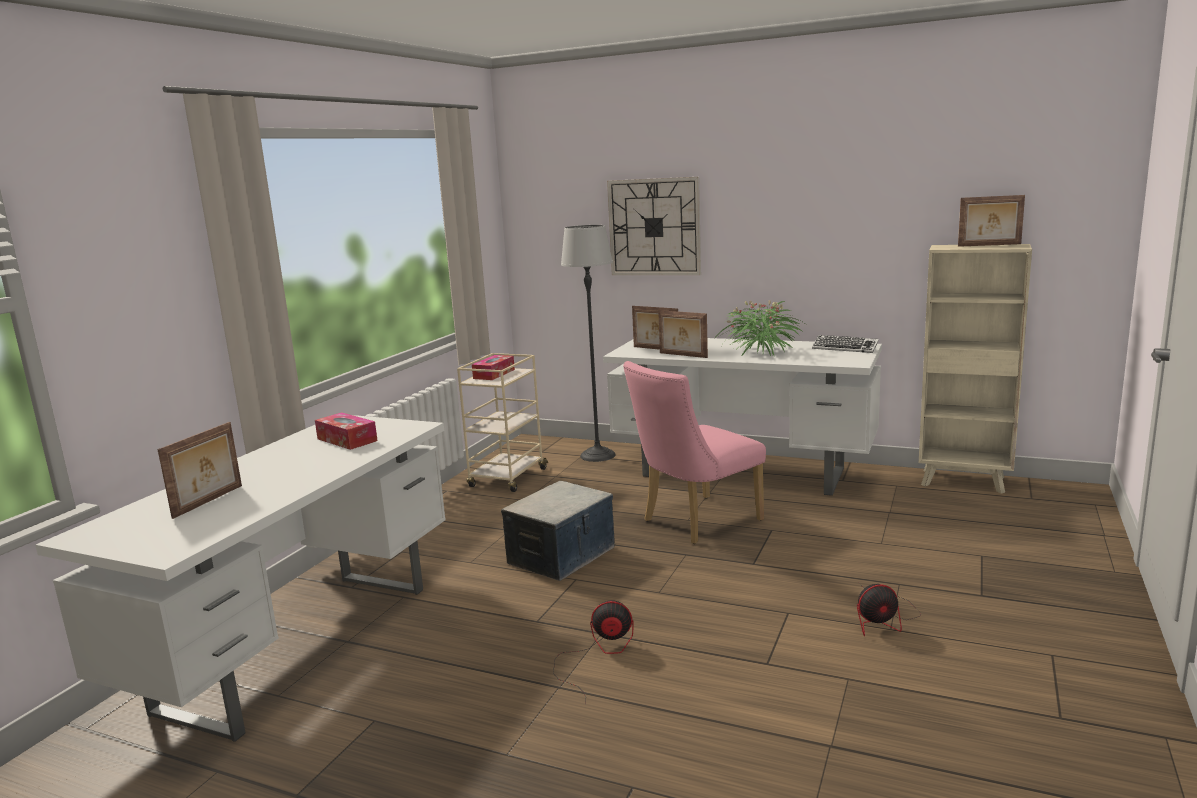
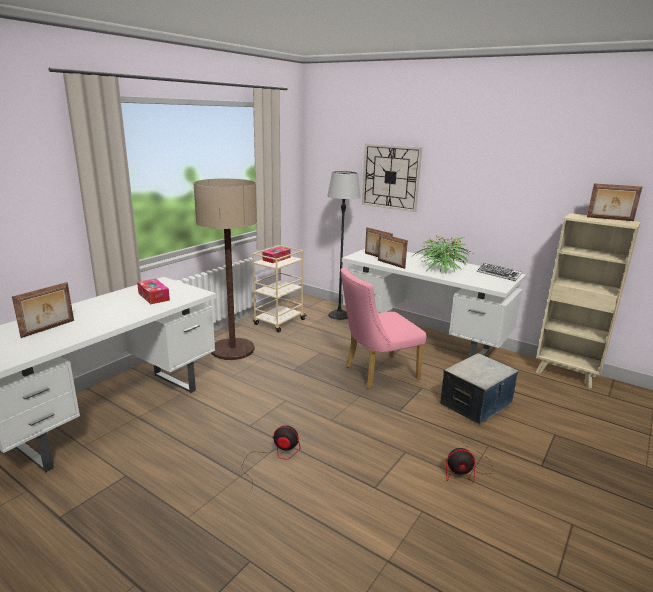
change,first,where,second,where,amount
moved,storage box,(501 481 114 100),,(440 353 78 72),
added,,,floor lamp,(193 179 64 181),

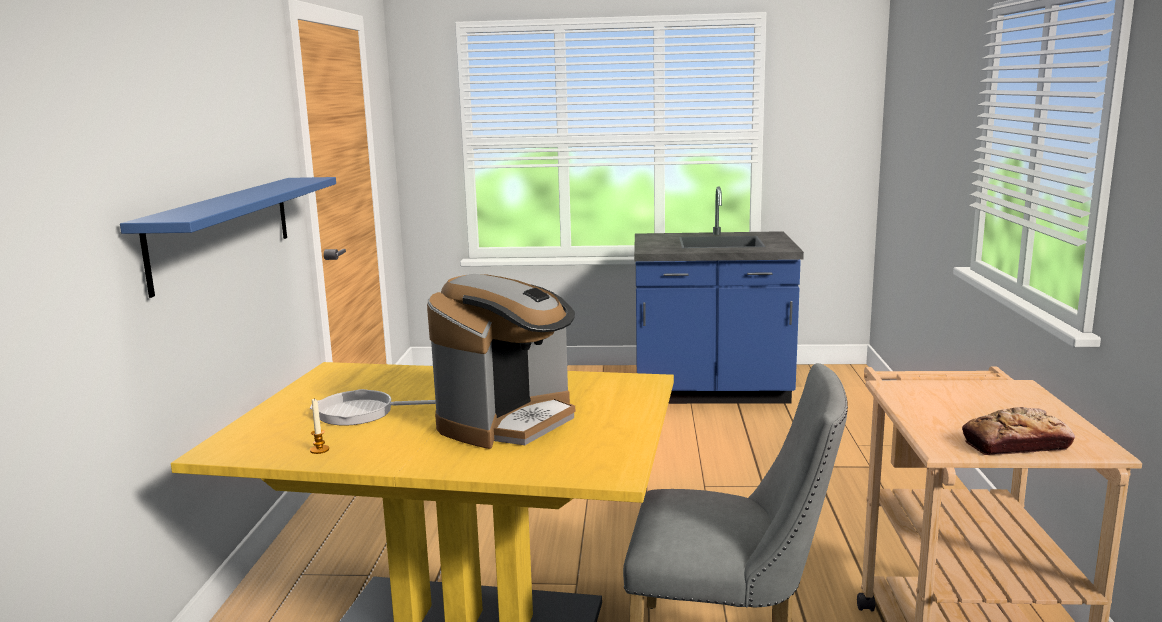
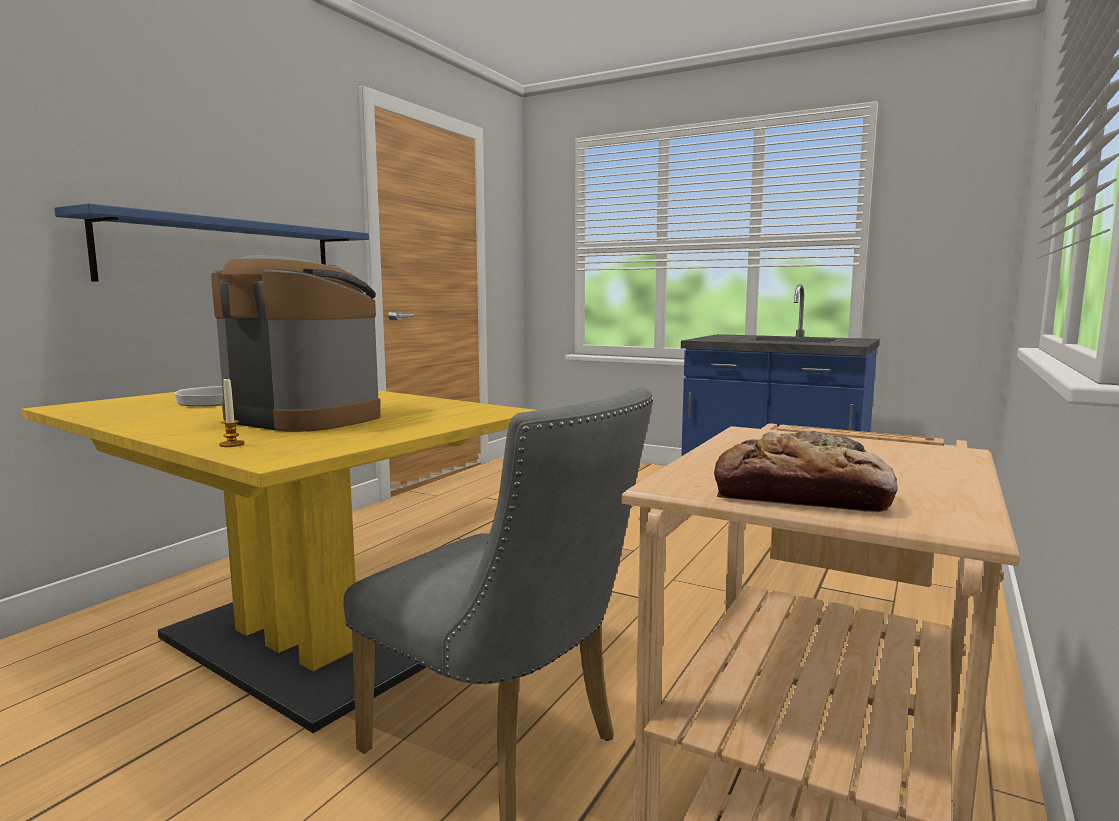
change,first,where,second,where,amount
moved,candle,(310 399 19 55),,(219 379 26 68),
turned,coffee machine,(427 274 148 175),,(211 255 170 177),120 degrees counterclockwise

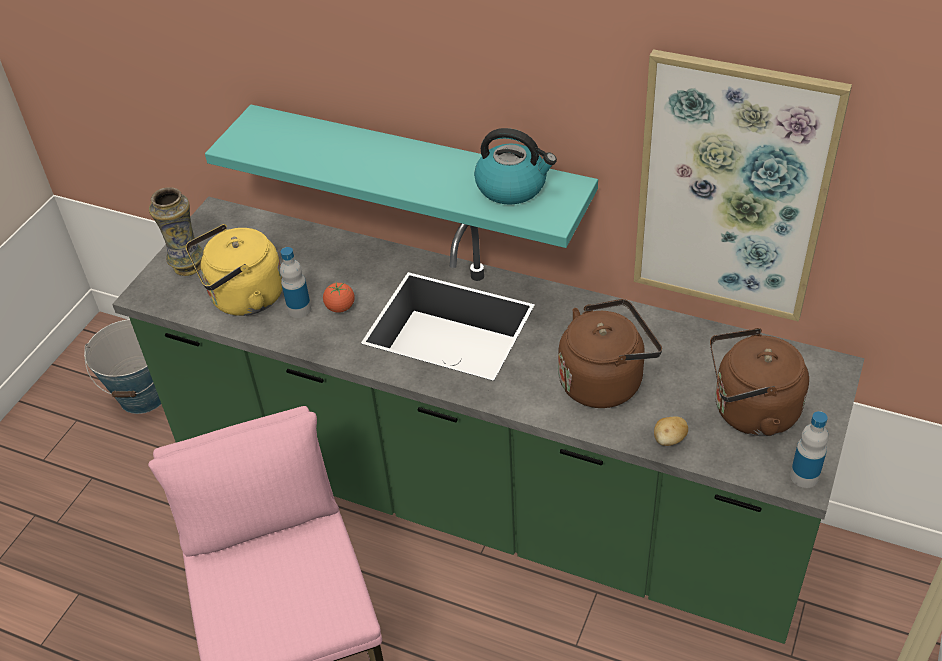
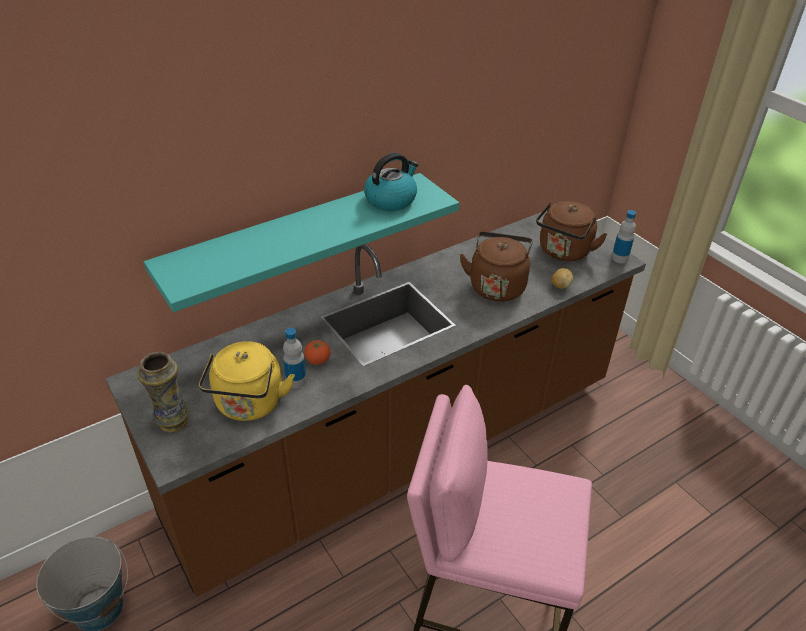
change,first,where,second,where,amount
recoloured,counter in green,(112 197 753 447),counter in brown,(105 211 541 386),
removed,picture,(634 49 218 272),,,

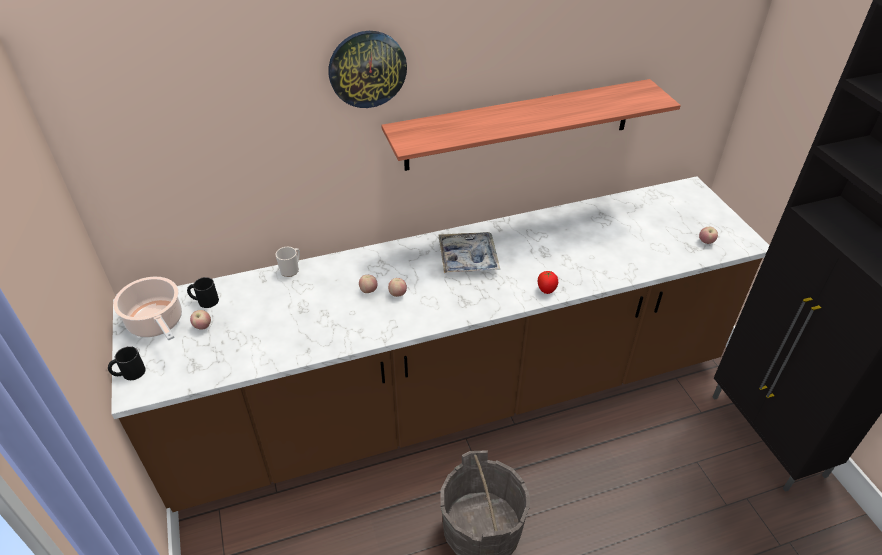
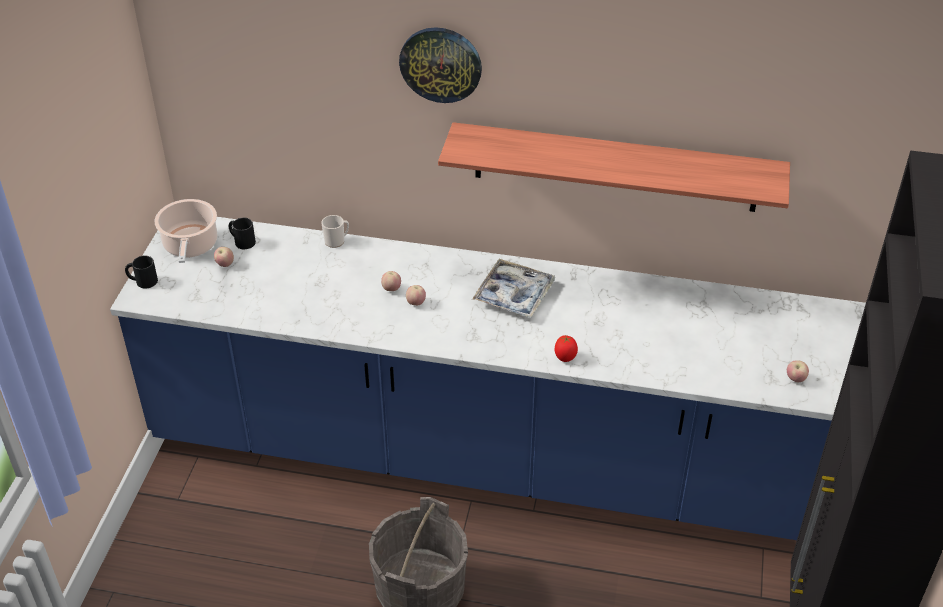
change,first,where,second,where,amount
recoloured,counter in brown,(111 176 659 336),counter in blue,(110 217 756 323),

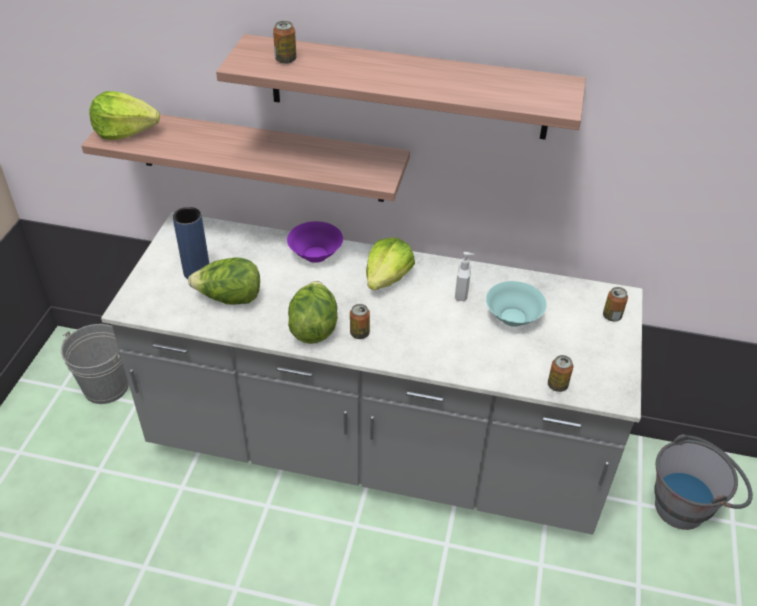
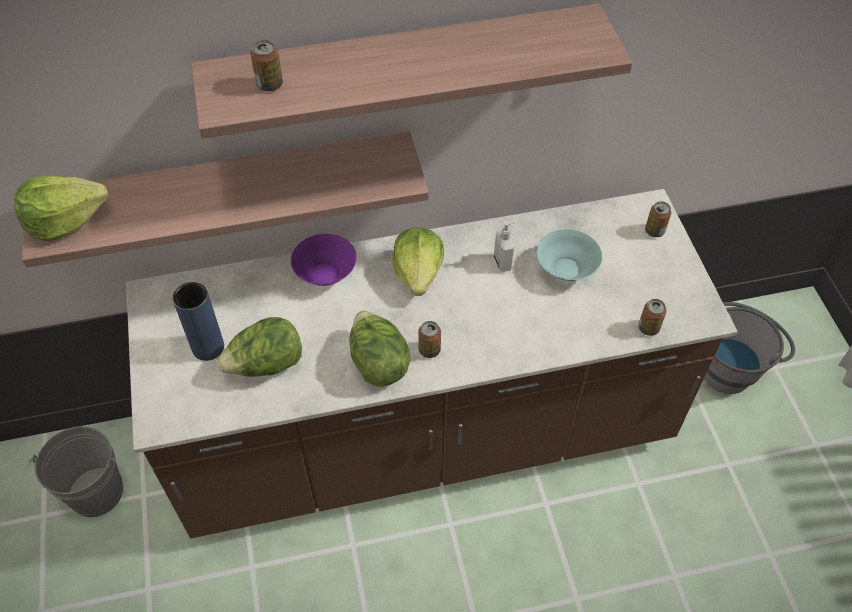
change,first,where,second,where,amount
recoloured,counter in grey,(101 212 542 323),counter in brown,(126 189 612 349),

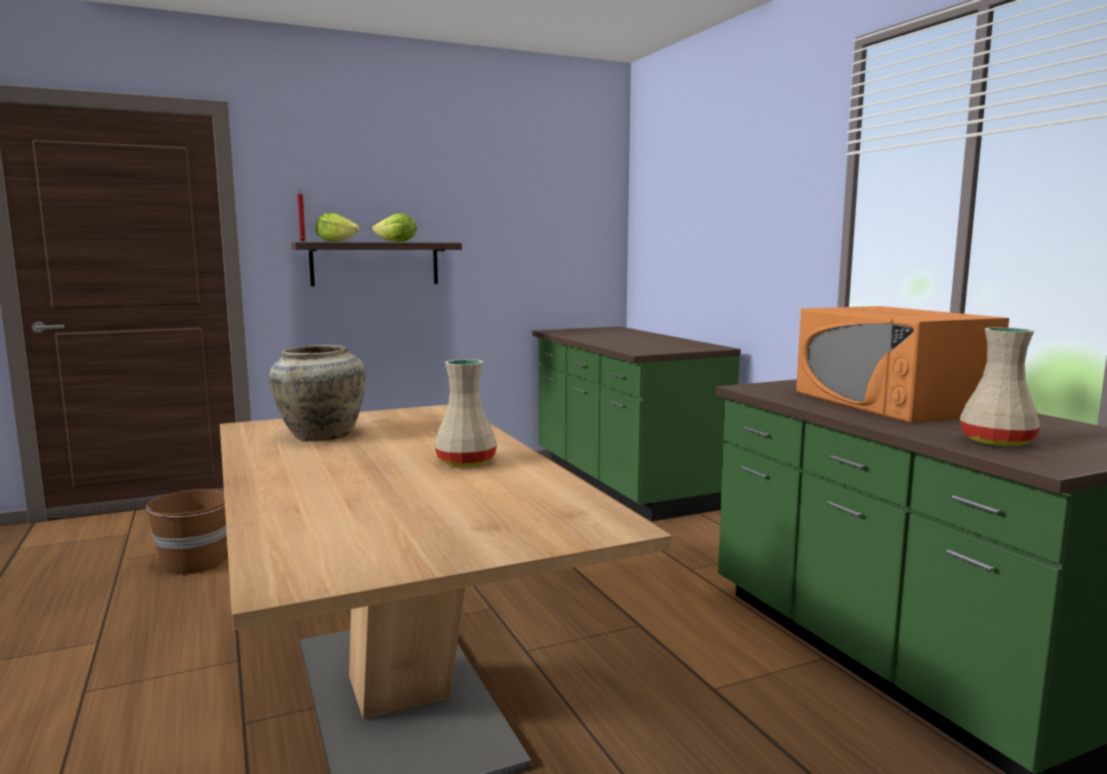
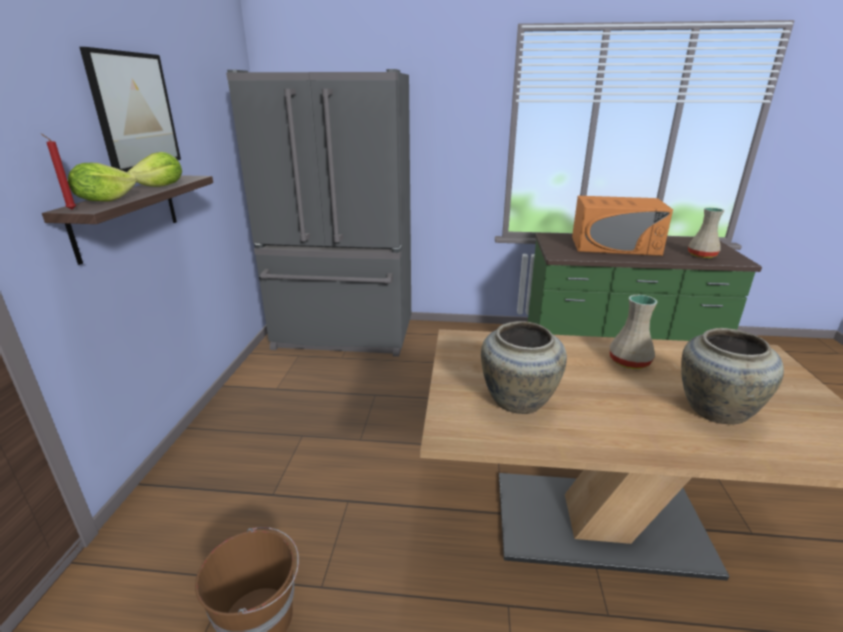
change,first,where,second,where,amount
replaced,counter in green,(532 326 209 195),fridge in grey,(226 69 185 288),
added,,,picture,(79 47 102 125),
added,,,vase in beige,(681 328 103 97),

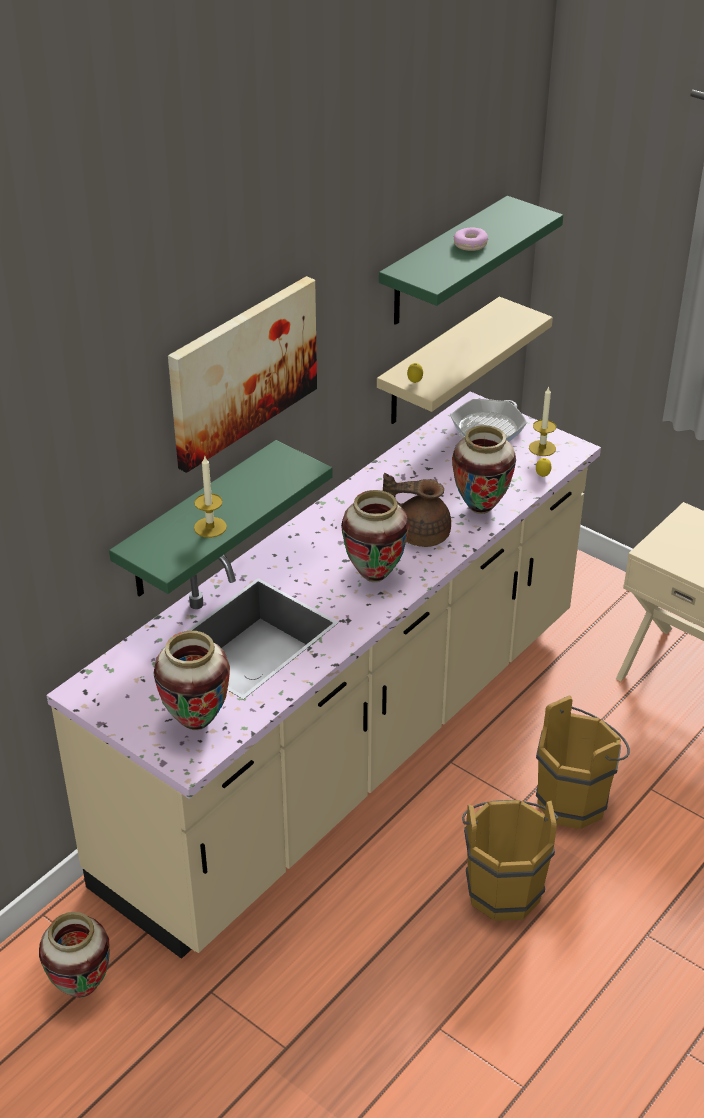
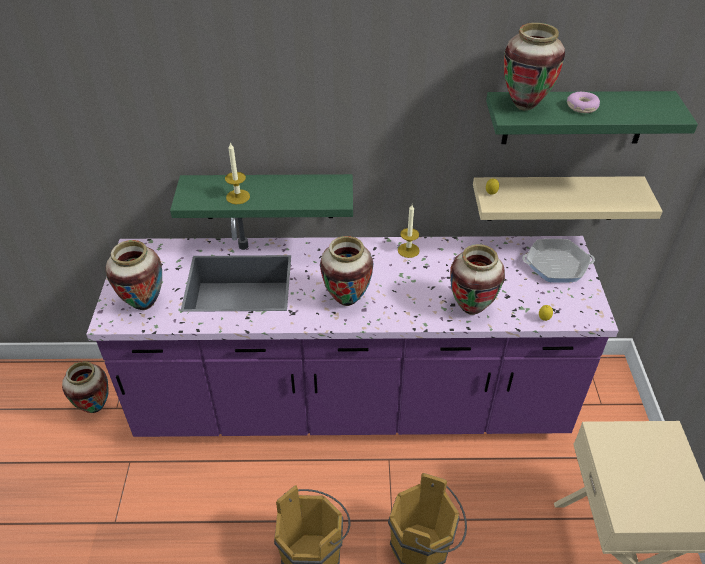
change,first,where,second,where,amount
recoloured,counter in beige,(47 391 554 568),counter in purple,(86 218 533 219),
removed,picture,(168 276 149 197),,,
removed,teapot in brown,(383 473 68 74),,,
moved,candle,(529 386 27 70),,(398 205 22 53),
added,,,vase,(504 23 61 88),

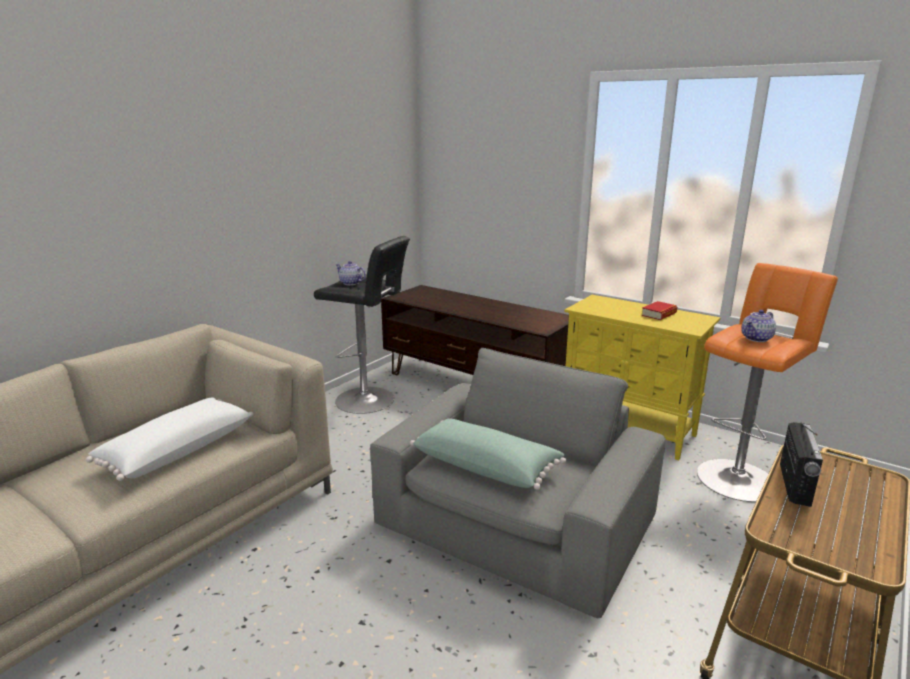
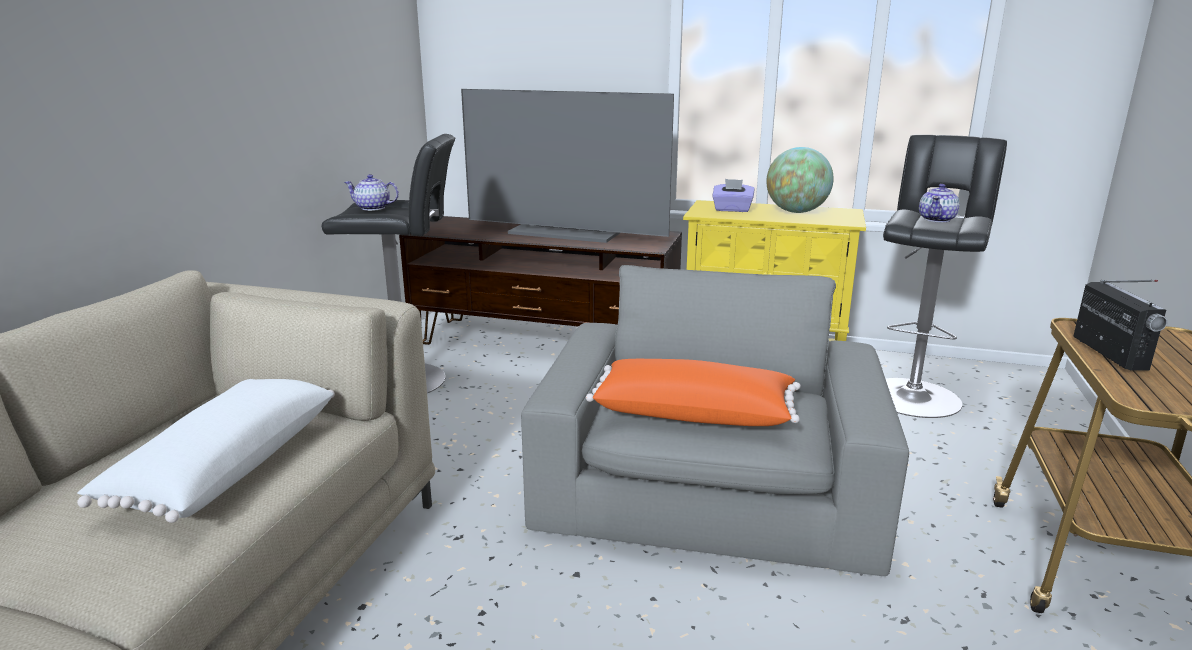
change,first,where,second,where,amount
recoloured,pillow in green,(410 418 156 72),pillow in orange,(586 359 215 67),
replaced,book,(641 301 36 19),globe,(766 147 68 66),
recoloured,stool in orange,(697 263 141 239),stool in black,(883 135 124 283),
added,,,television,(461 89 213 154),
added,,,tissue box in purple,(713 179 42 33),

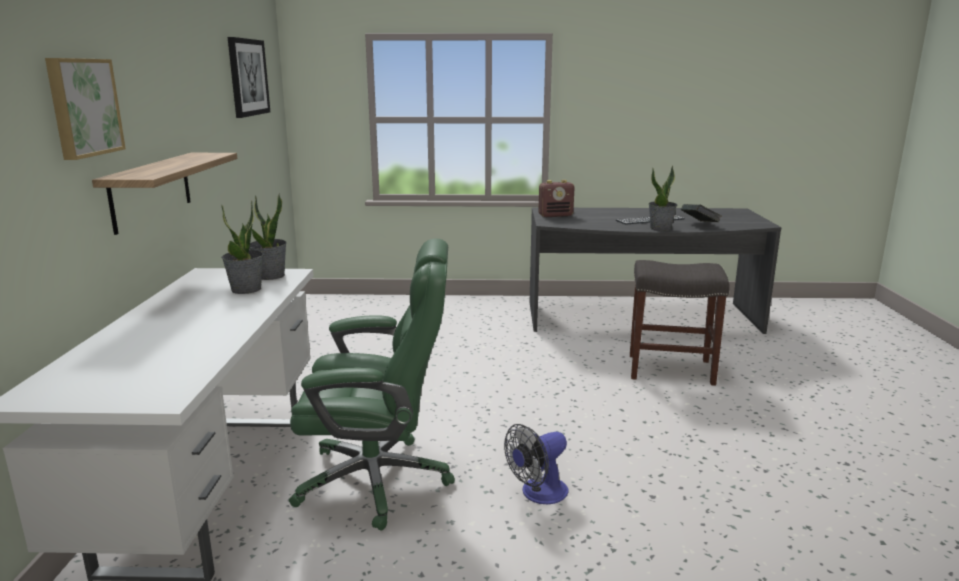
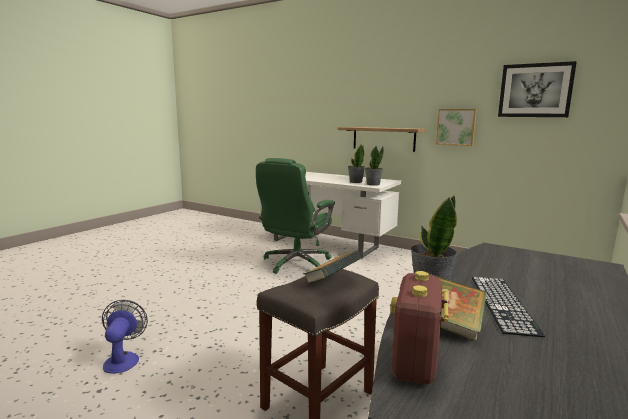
change,first,where,second,where,amount
moved,picture,(45 58 81 102),,(436 109 41 37),
moved,fan,(504 424 65 80),,(102 300 46 73),
moved,radio,(538 180 36 37),,(390 271 58 114),
added,,,book,(303 250 59 34),

